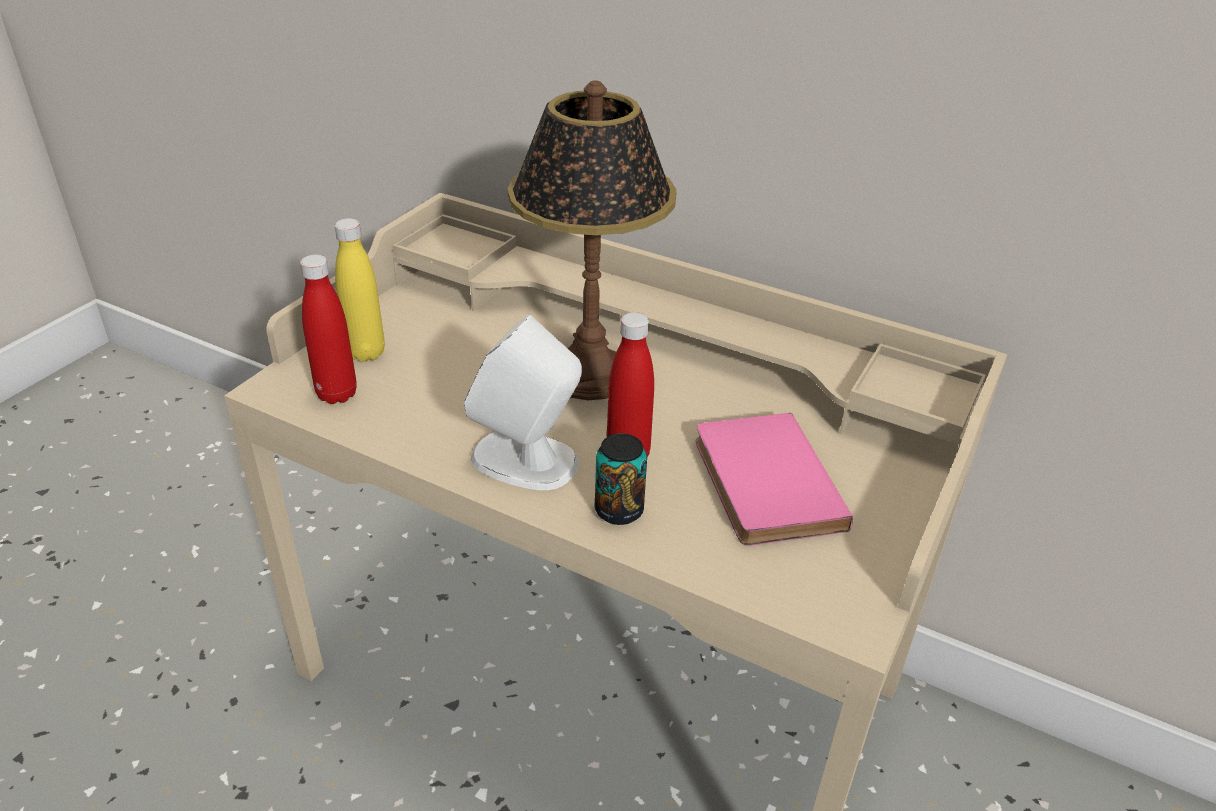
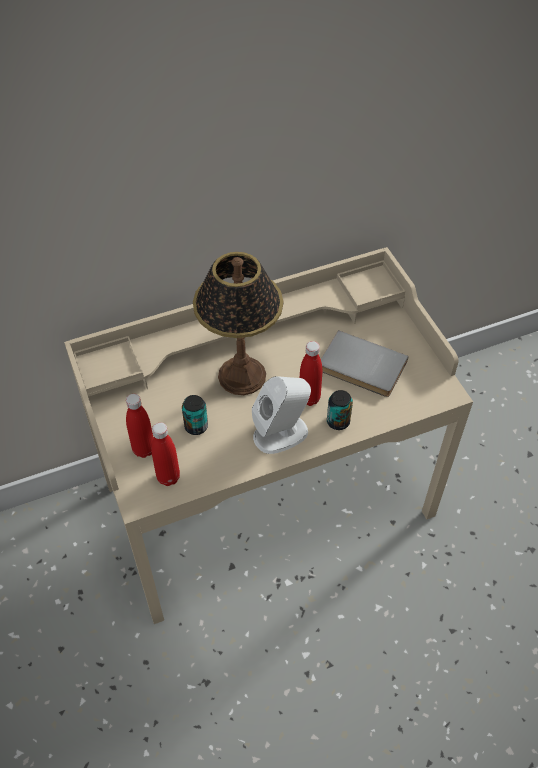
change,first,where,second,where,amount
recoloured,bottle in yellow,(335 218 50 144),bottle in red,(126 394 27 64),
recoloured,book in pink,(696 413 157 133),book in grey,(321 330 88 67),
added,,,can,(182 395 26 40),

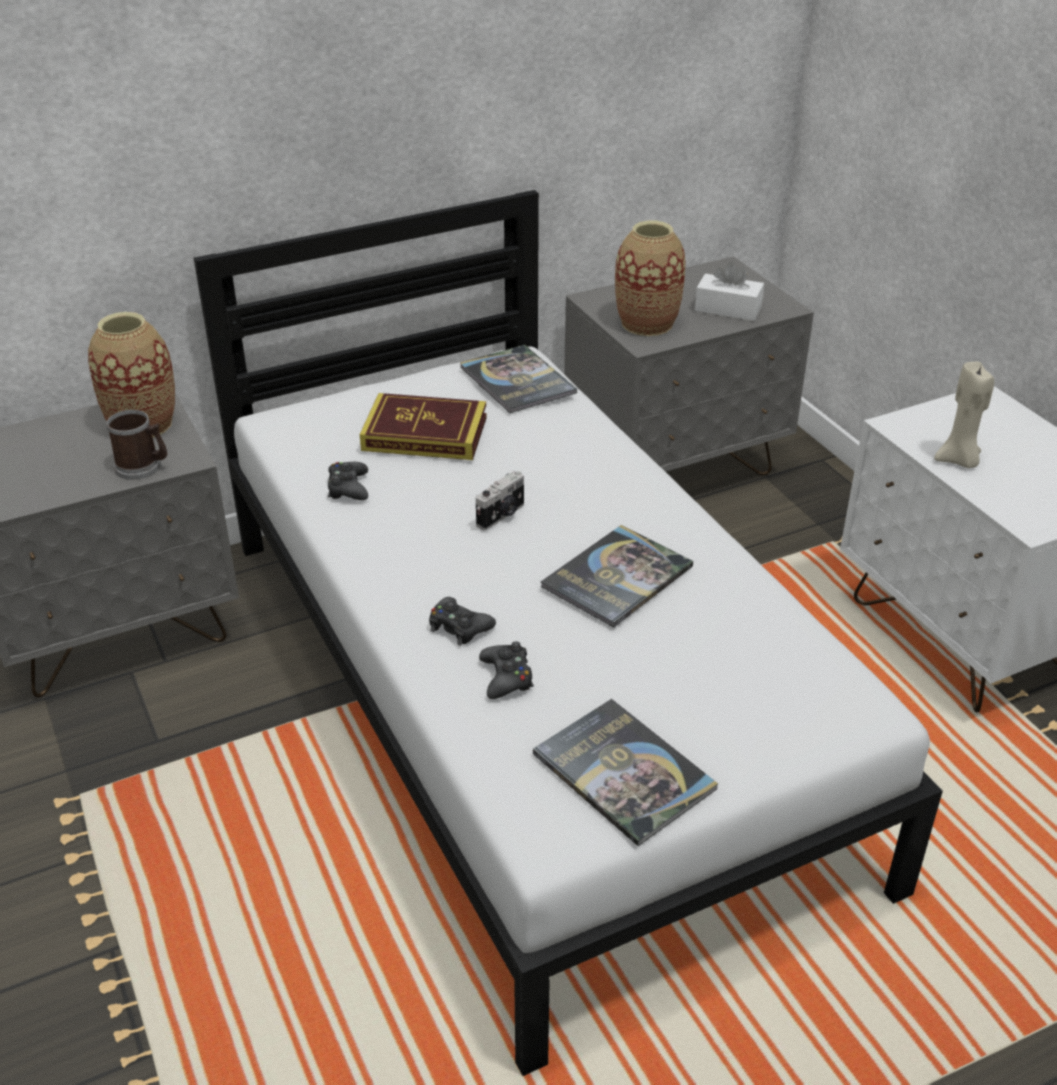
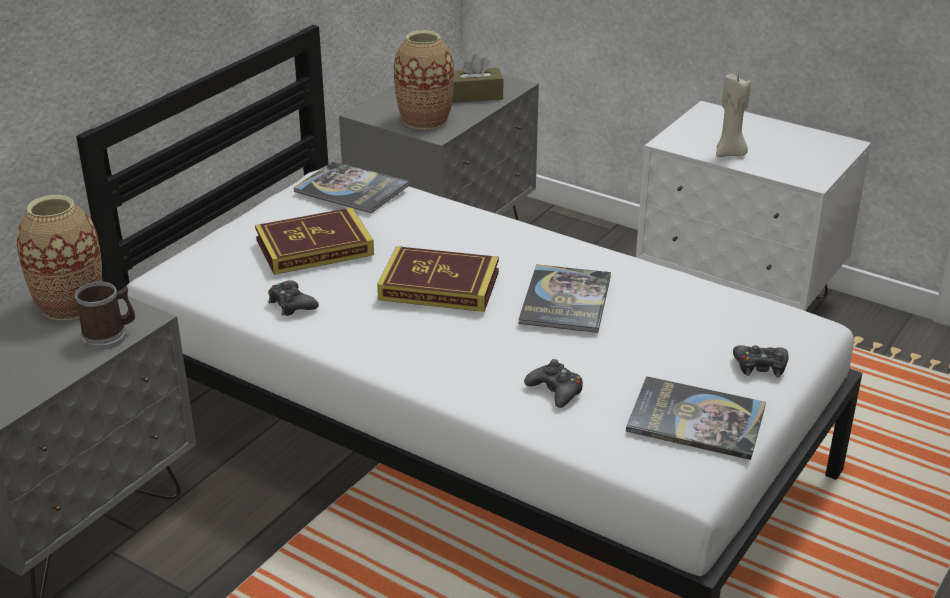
change,first,where,second,where,amount
moved,game controller in black,(429 597 67 48),,(733 345 56 32),
replaced,photo camera,(476 471 48 59),book,(377 246 122 66),
recoloured,tissue box in white,(695 262 69 59),tissue box in brown,(452 54 52 49),

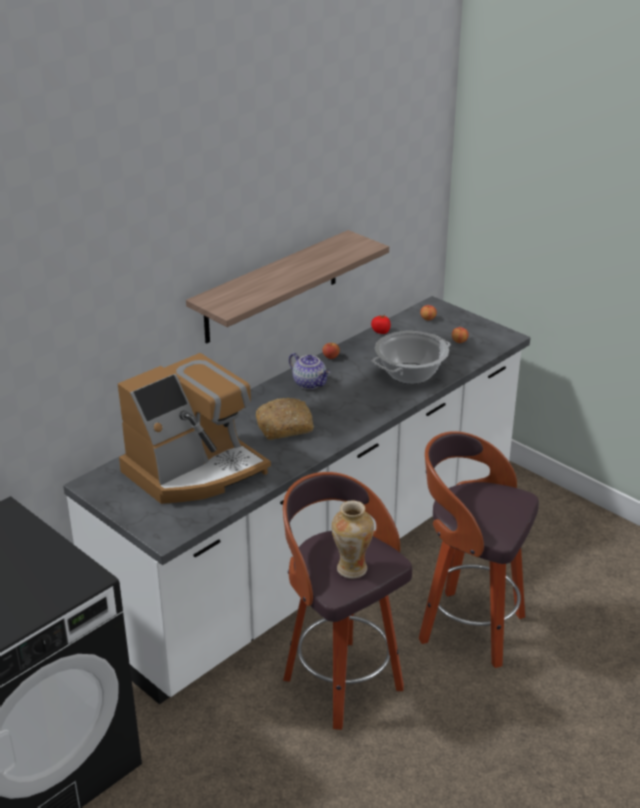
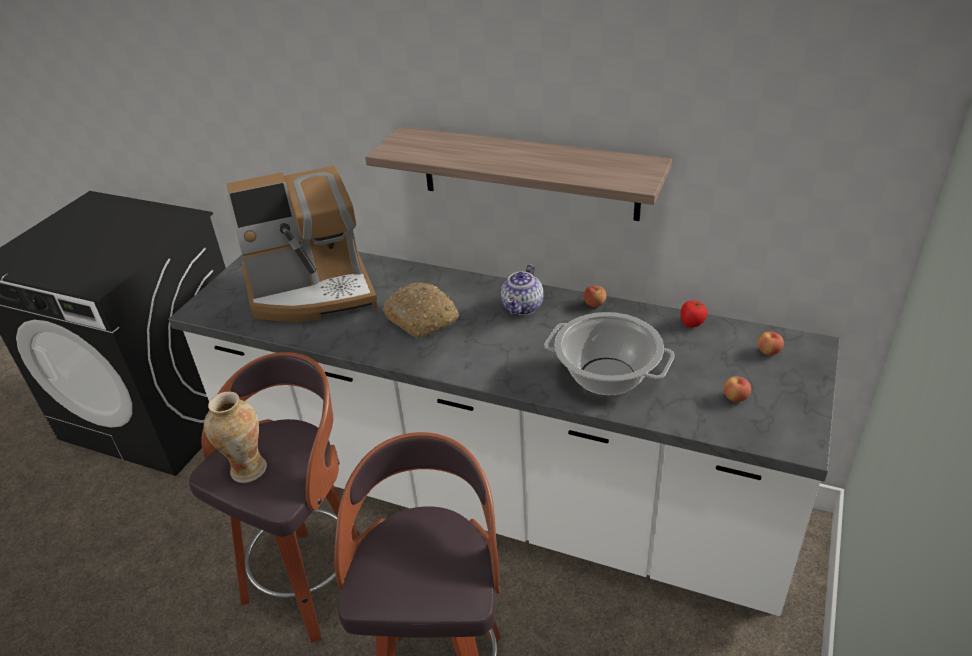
change,first,where,second,where,amount
turned,coffee machine,(118 353 153 151),,(226 166 152 156),45 degrees counterclockwise

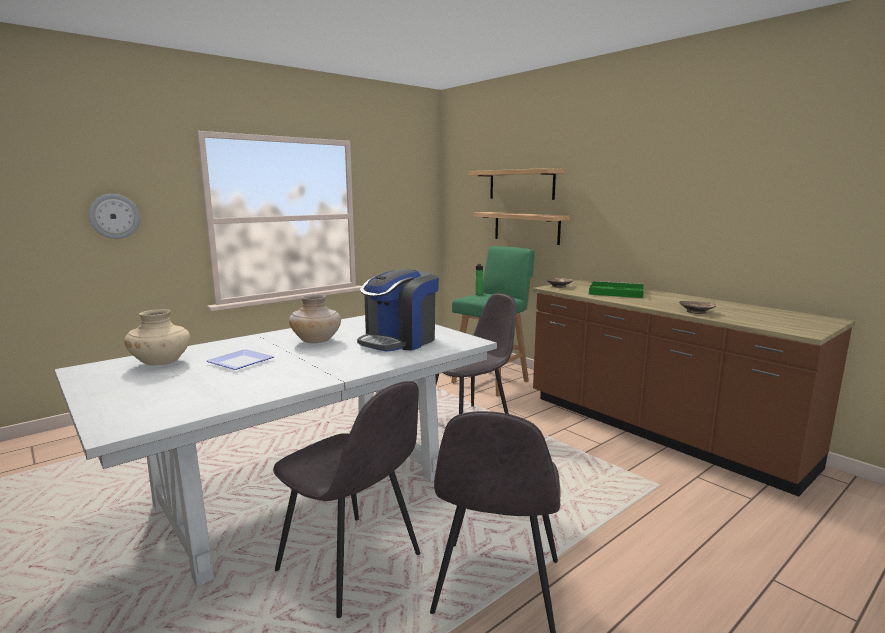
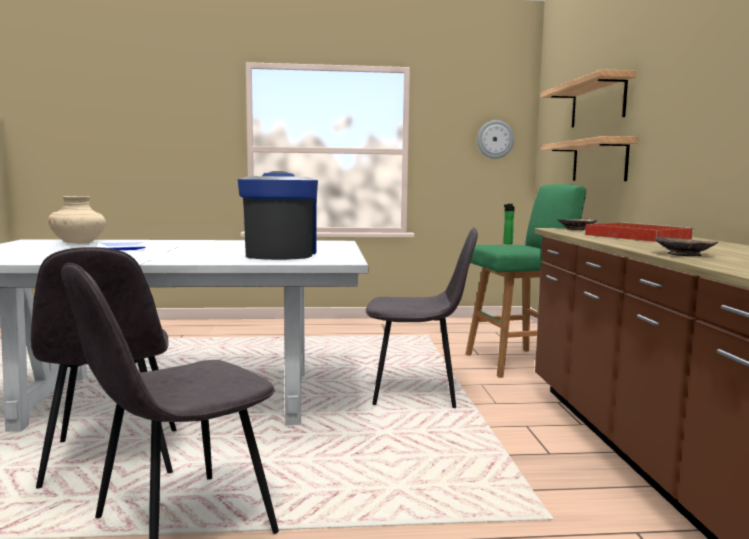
change,first,where,second,where,amount
moved,wall clock,(88 194 52 45),,(477 120 37 39),
removed,vase in beige,(289 294 52 49),,,
turned,coffee machine,(357 269 82 83),,(238 171 80 89),105 degrees clockwise
recoloured,tray in green,(589 281 55 17),tray in red,(585 222 109 20),

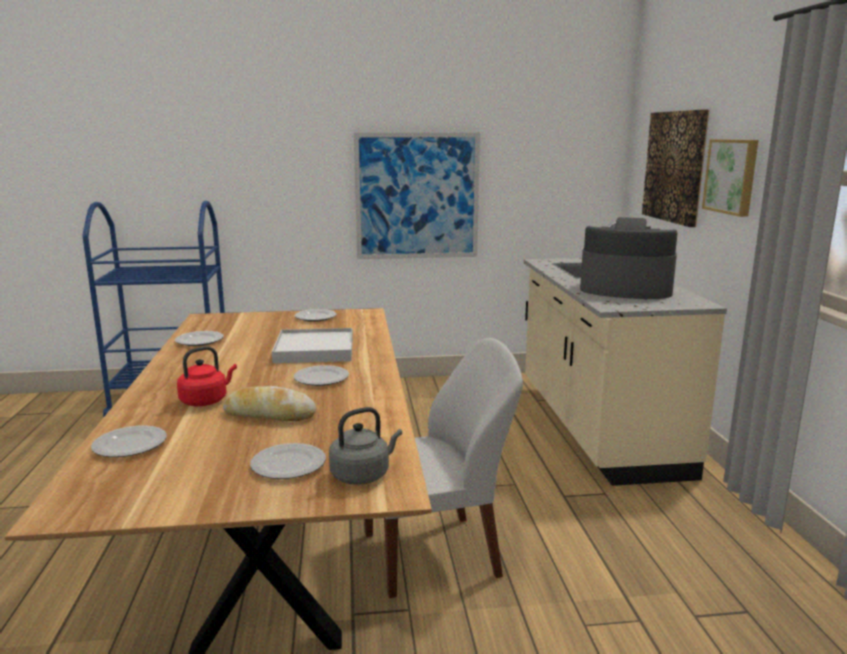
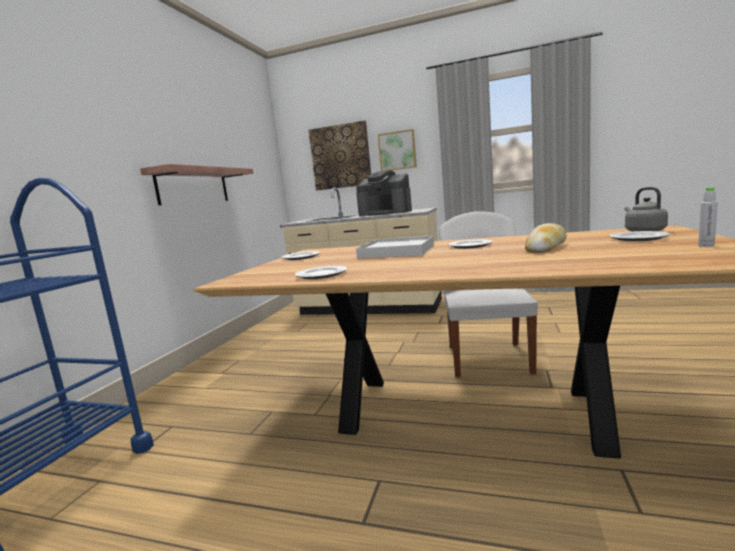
change,first,where,second,where,amount
removed,plate,(91 425 76 32),,,
removed,kettle in red,(177 346 60 60),,,
replaced,picture,(354 132 126 127),shelf,(140 164 113 41),
turned,coffee machine,(580 217 98 82),,(356 170 56 46),105 degrees counterclockwise
added,,,bottle in grey,(698 187 20 60),

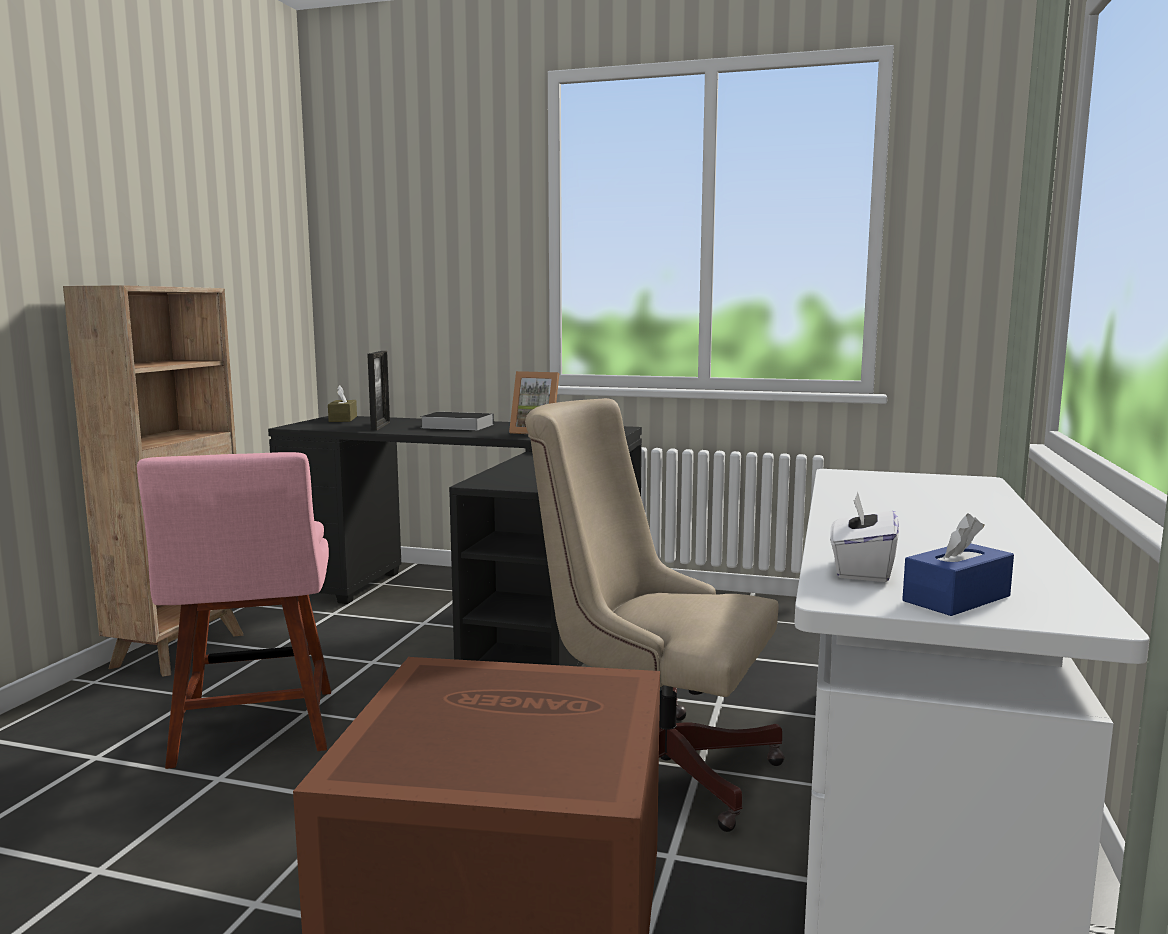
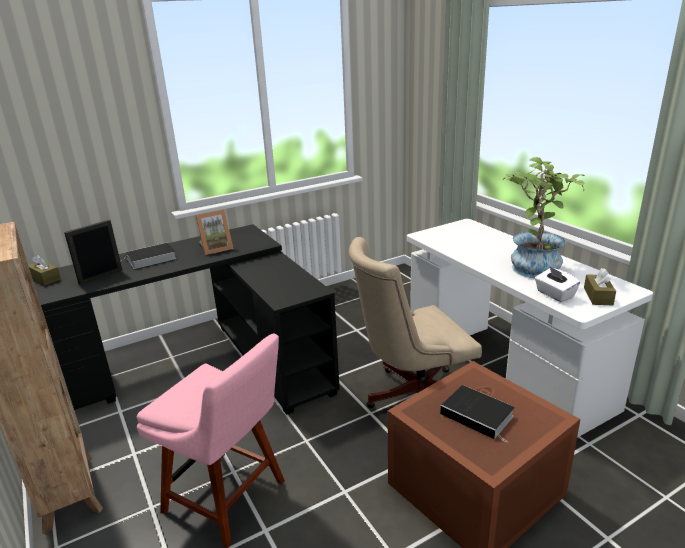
change,first,where,second,where,amount
turned,picture frame,(367 351 23 80),,(64 220 58 65),90 degrees counterclockwise
recoloured,tissue box in blue,(902 513 112 103),tissue box in brown,(584 268 32 37),
added,,,book,(440 385 75 58),
added,,,potted plant,(503 157 81 122),

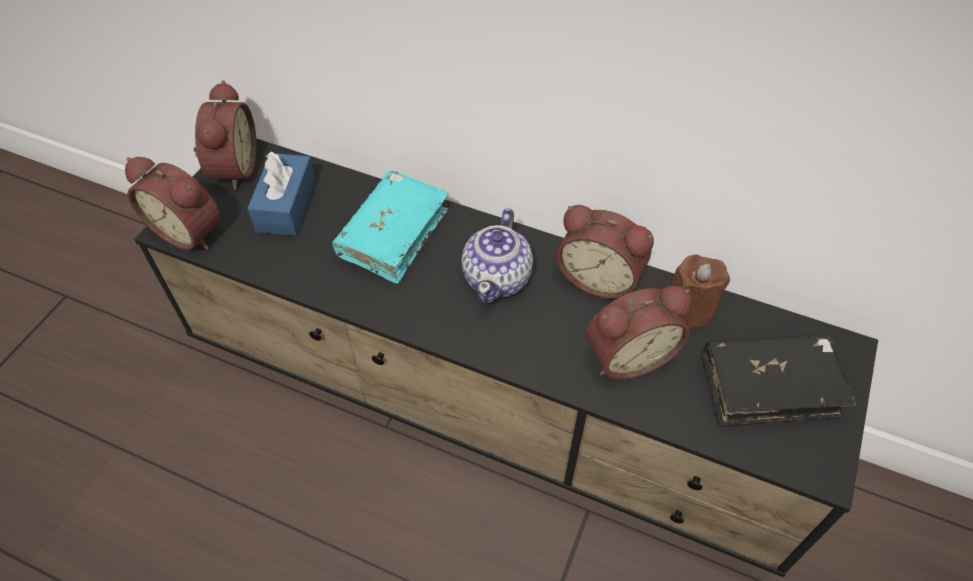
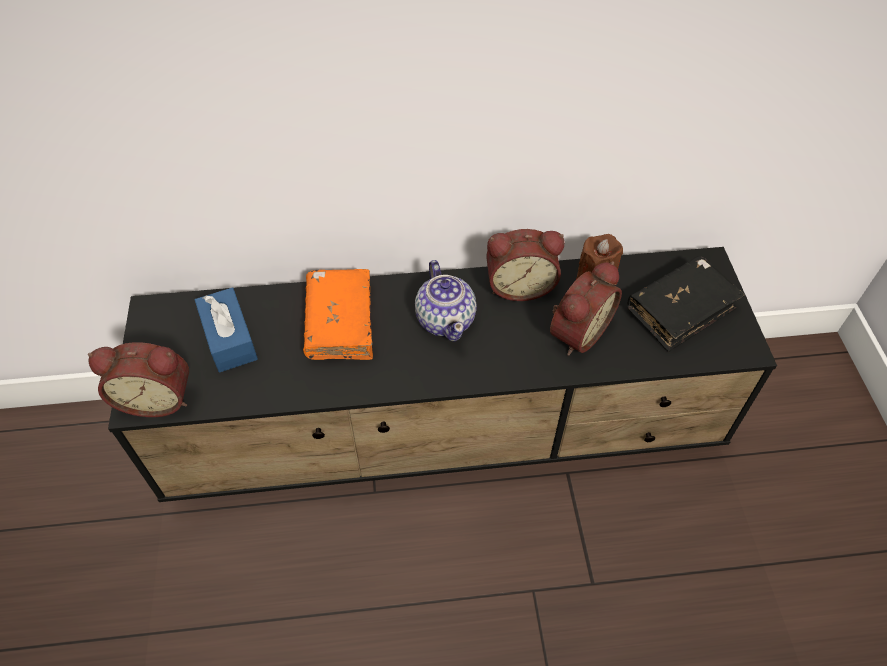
change,first,where,second,where,amount
removed,alarm clock,(193 80 64 110),,,
recoloured,book in turquoise,(332 171 117 113),book in orange,(303 269 70 91),

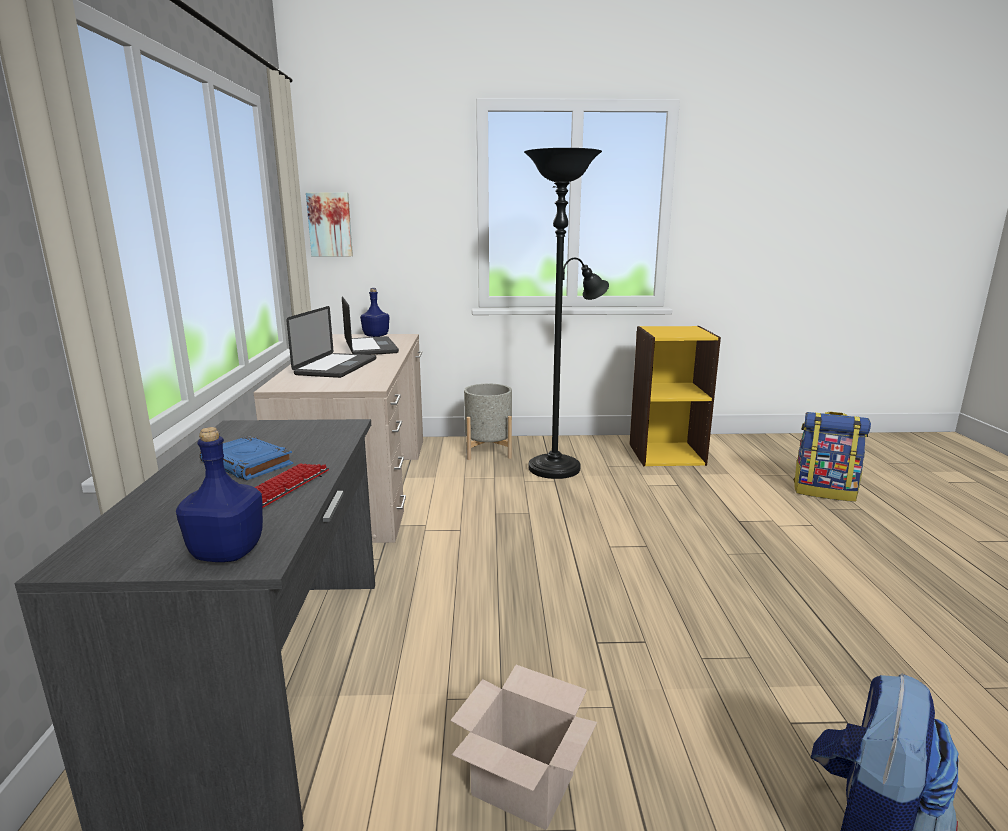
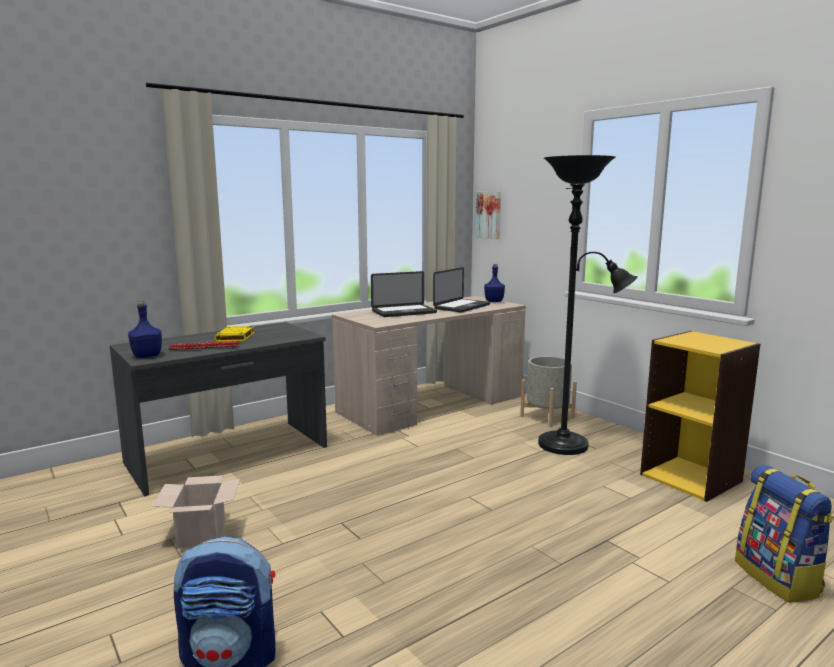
change,first,where,second,where,amount
recoloured,book in blue,(200 436 93 44),book in yellow,(214 326 40 16),

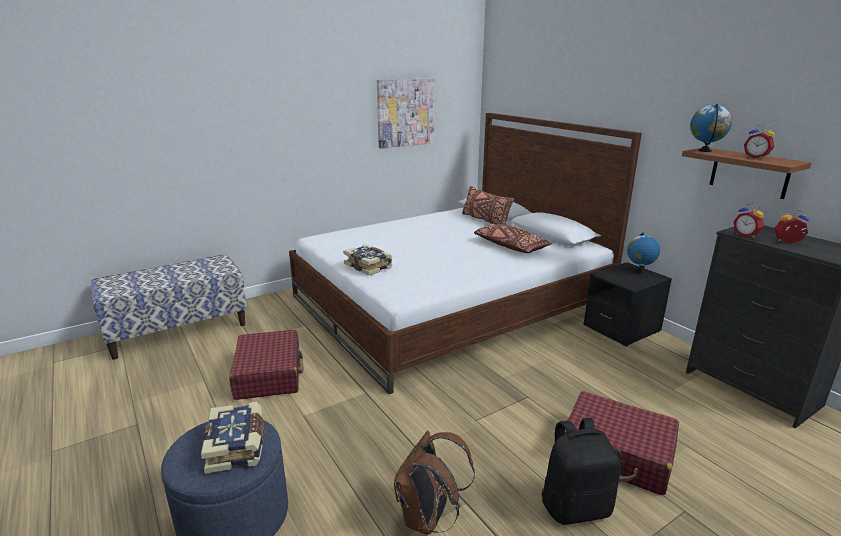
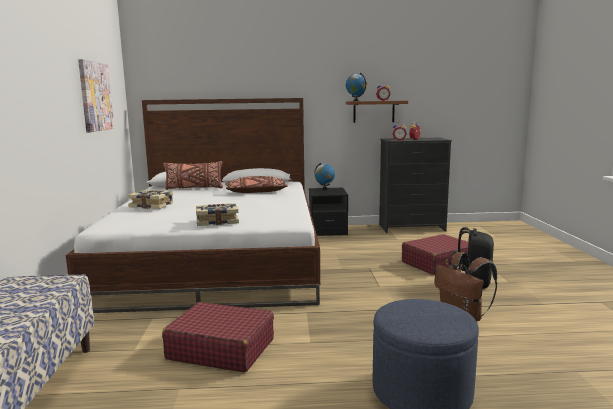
change,first,where,second,where,amount
moved,book,(201 401 63 73),,(127 190 46 19),

